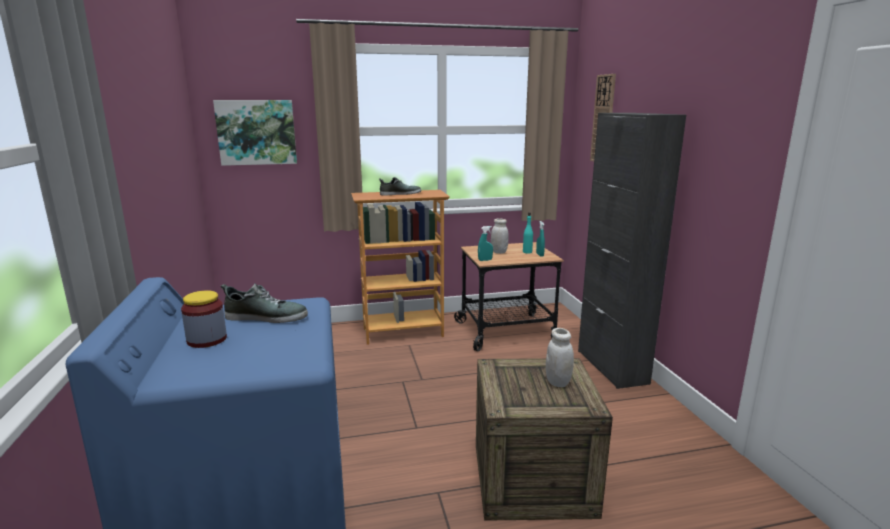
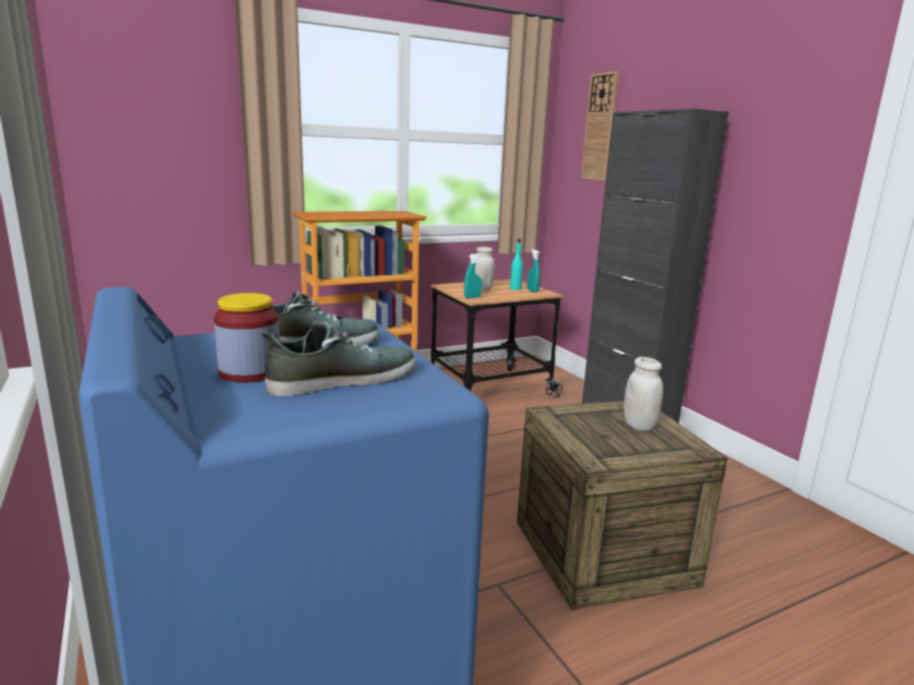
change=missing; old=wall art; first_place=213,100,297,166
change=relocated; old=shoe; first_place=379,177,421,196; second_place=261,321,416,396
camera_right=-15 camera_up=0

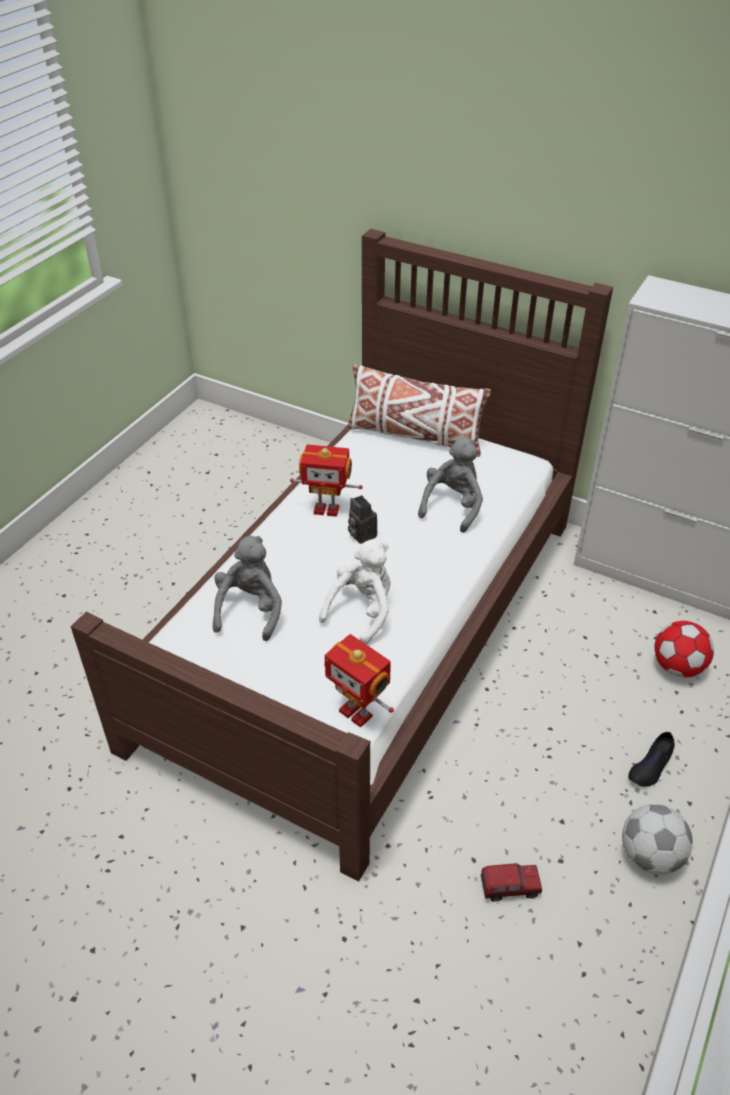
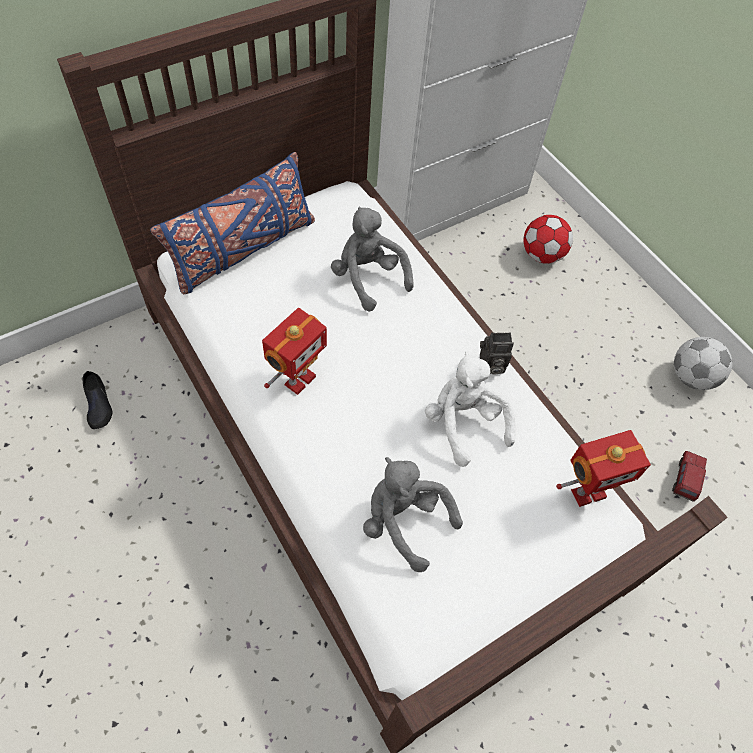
change=colour; old=whitish pillow; new=blue pillow; first_place=348,364,491,457; second_place=150,152,315,294
change=relocated; old=still camera; first_place=348,495,377,544; second_place=480,333,514,374
change=relocated; old=black-coloured shoe; first_place=628,732,675,787; second_place=83,371,112,429
camera_right=-65 camera_up=15

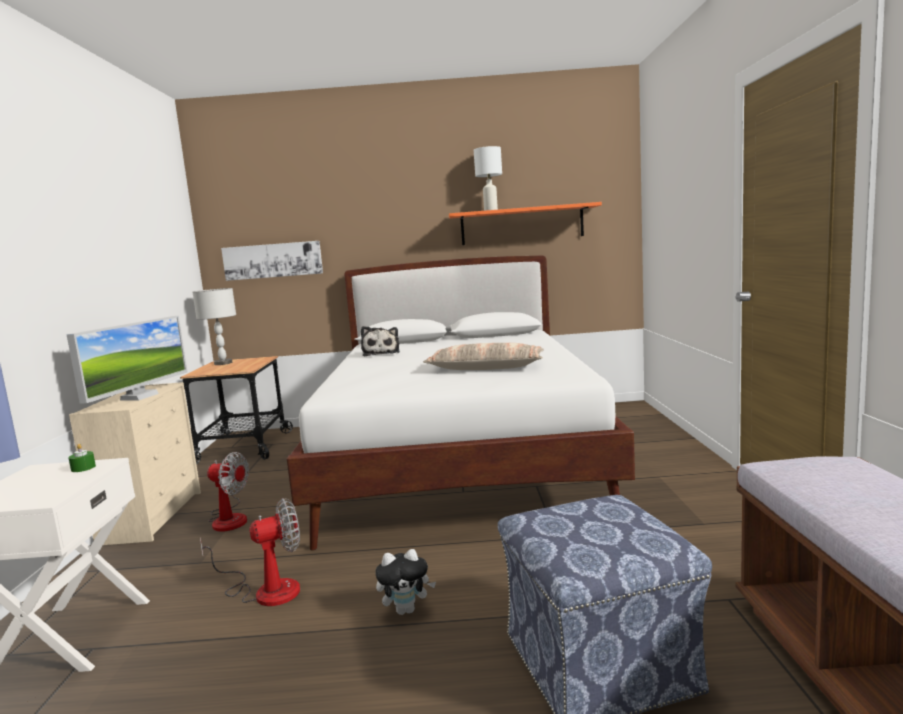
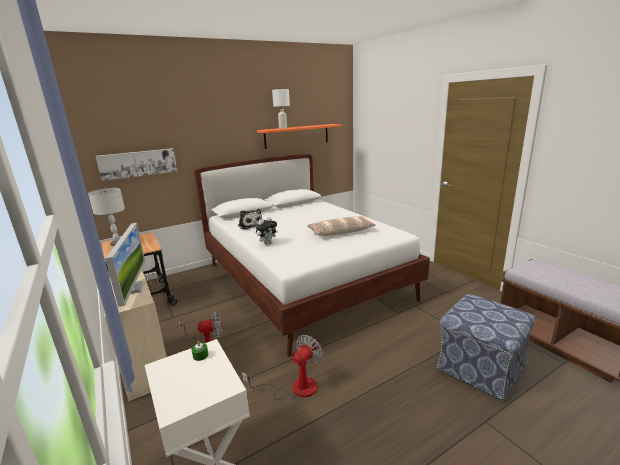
change=relocated; old=soft toy; first_place=375,549,436,615; second_place=256,217,278,245
camera_right=-30 camera_up=10

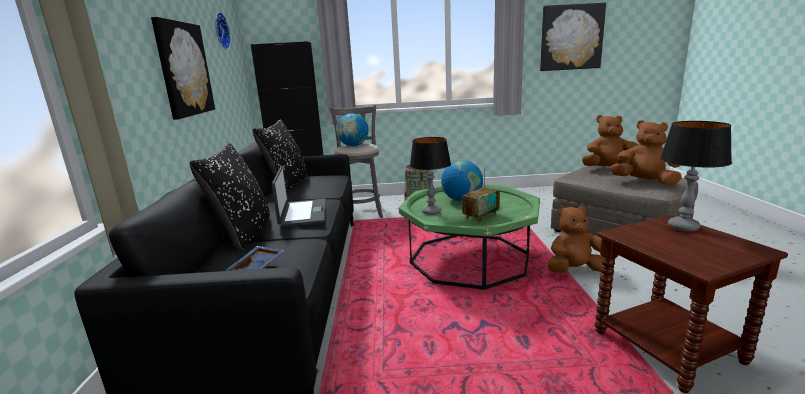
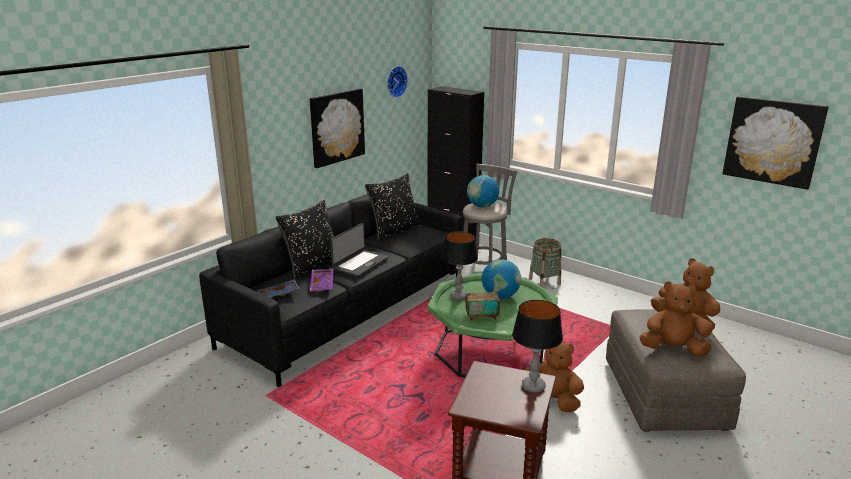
change=spun; old=brownish soft toy; first_place=610,120,682,185; second_place=639,281,713,357; degrees=-60
change=appeared; new=purplish serving tray; second_place=310,269,334,292
camera_right=40 camera_up=5

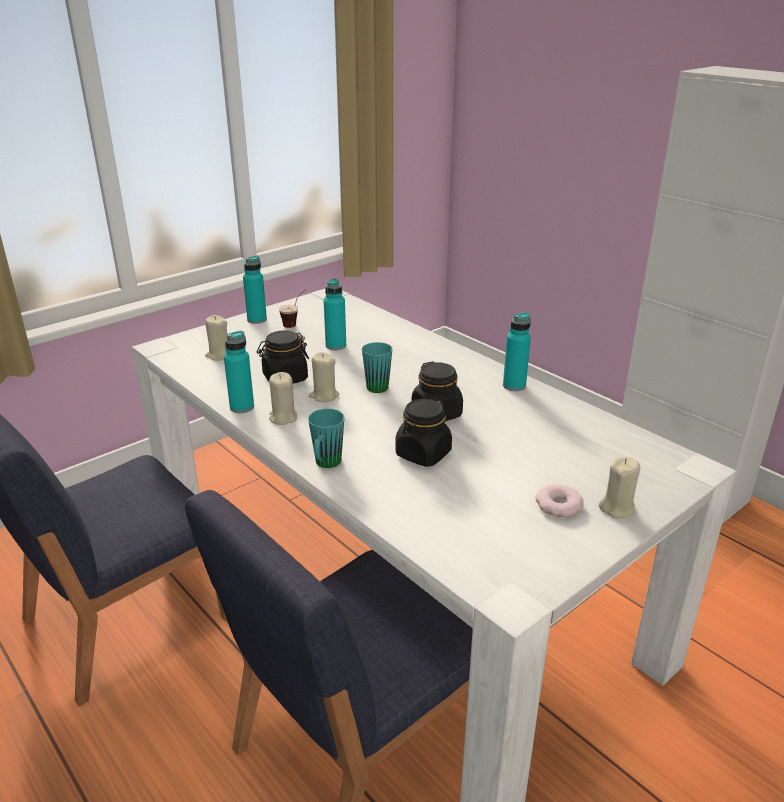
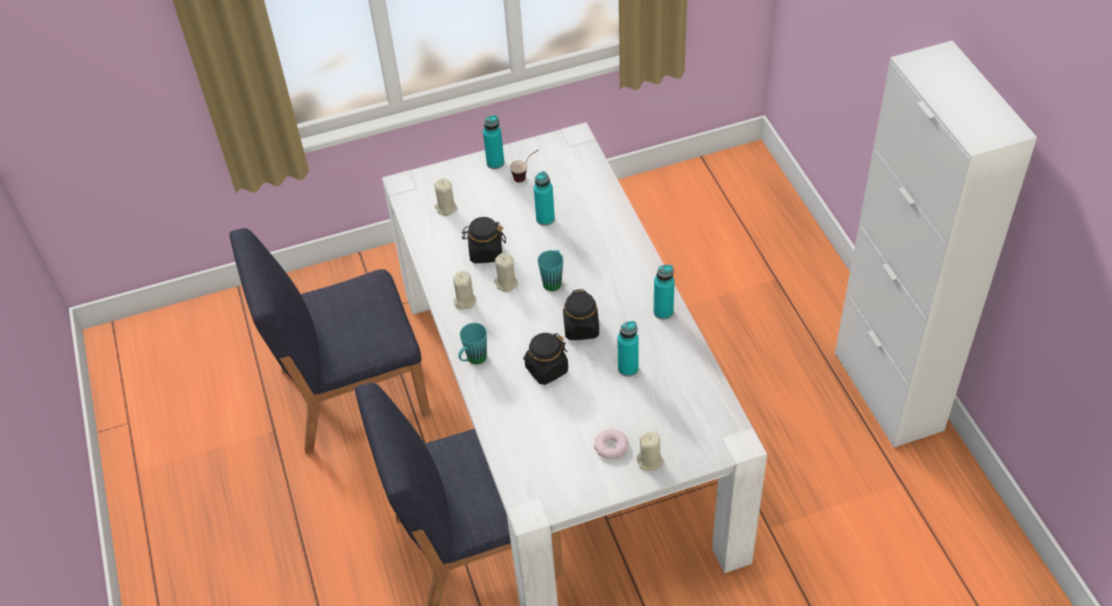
change=relocated; old=turquoise drink bottle; first_place=224,331,254,413; second_place=617,321,639,377
camera_right=25 camera_up=20

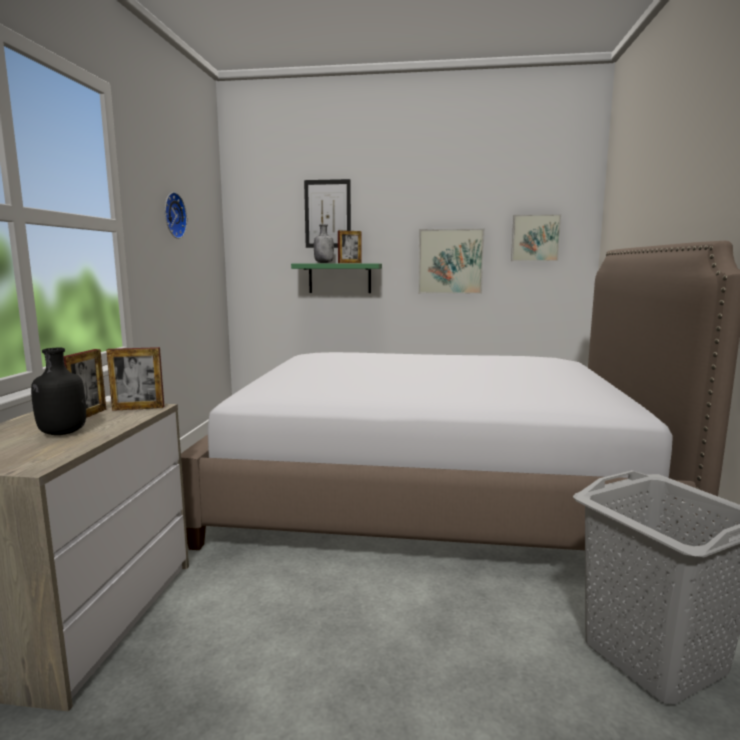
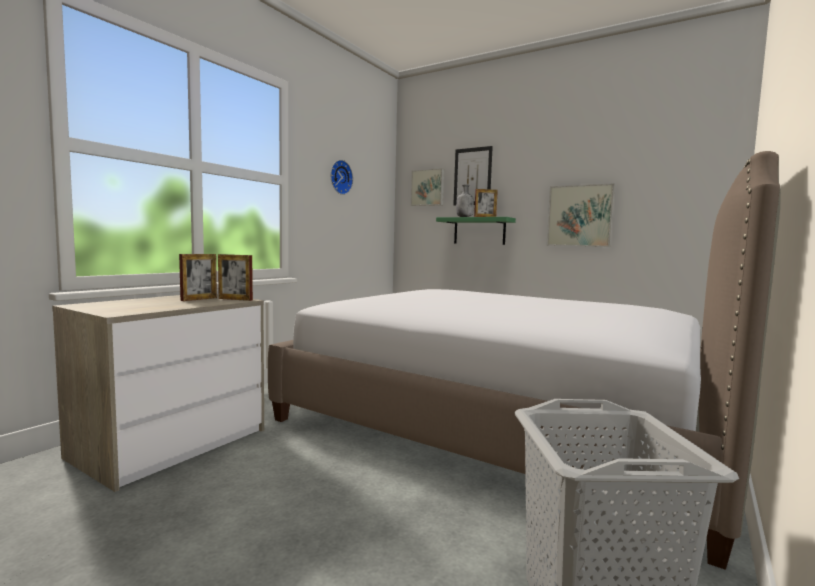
change=relocated; old=wall art; first_place=511,214,561,261; second_place=411,168,444,206
change=missing; old=black-coloured drink bottle; first_place=31,348,86,435
camera_right=25 camera_up=-5

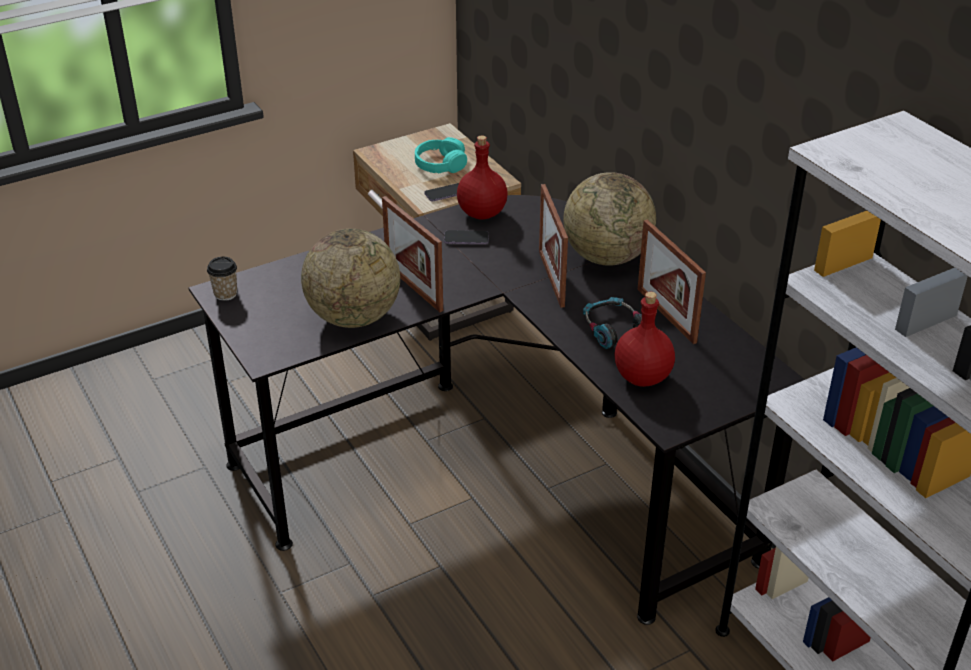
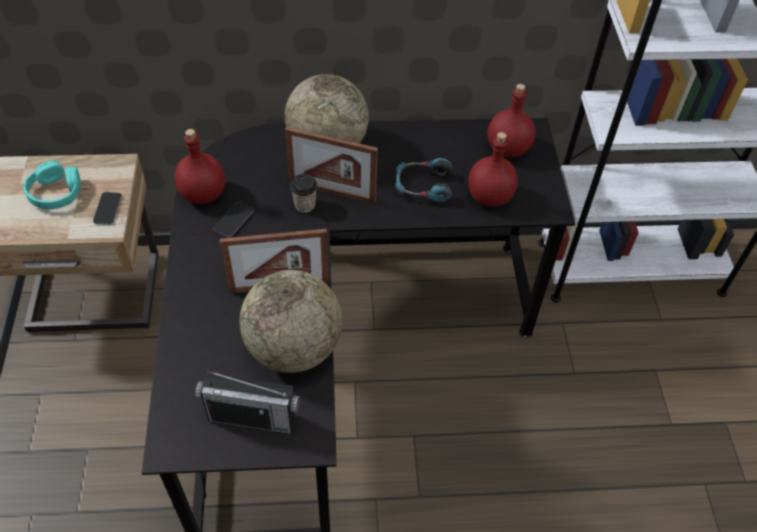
change=missing; old=standing frame; first_place=638,219,706,344
change=relocated; old=small cup; first_place=207,257,237,301; second_place=290,174,318,213
change=appeared; new=red-coloured drink bottle; second_place=487,84,536,157
change=appeared; new=radio set; second_place=195,371,300,434
camera_right=-65 camera_up=15

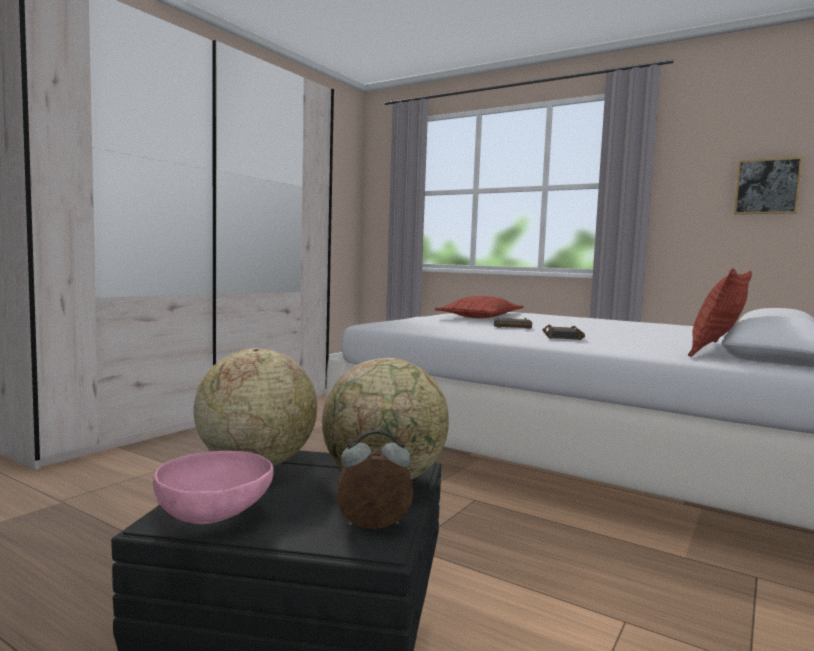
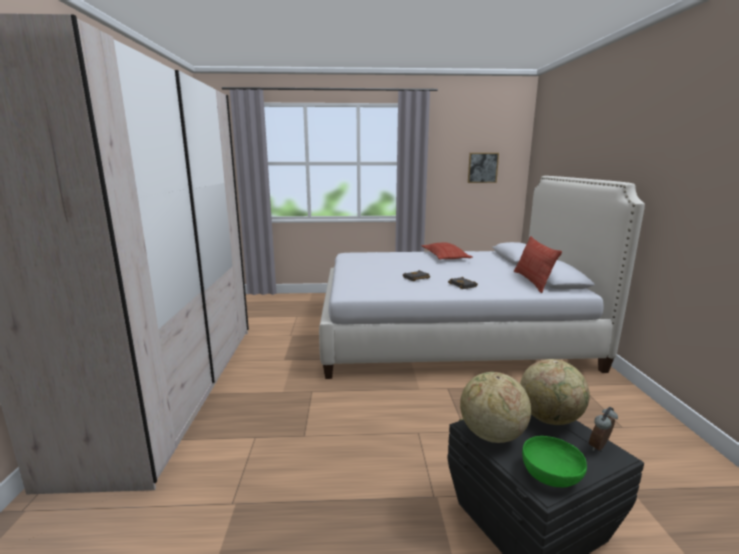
change=relocated; old=pillow; first_place=435,296,524,318; second_place=422,242,473,259
change=colour; old=pink bowl; new=green-coloured bowl; first_place=153,451,274,525; second_place=522,436,587,487
camera_right=-35 camera_up=10

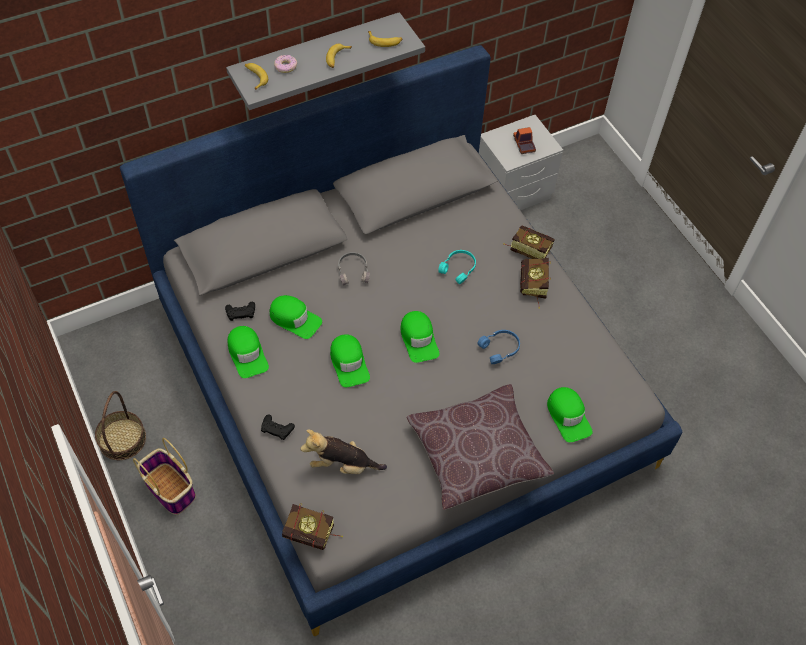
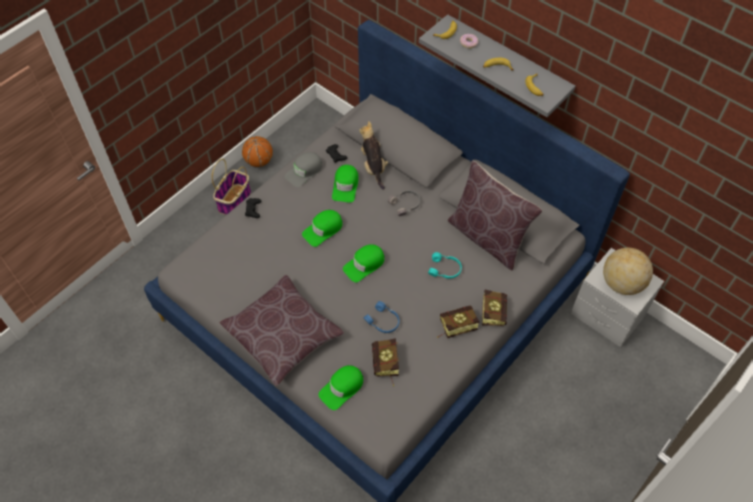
change=exchanged; old=toy lorry; new=desk globe; first_place=513,127,536,154; second_place=603,248,653,295
change=colour; old=green-coloured cap; new=grey cap; first_place=227,326,269,378; second_place=285,152,322,187
change=exchanged; old=household basket; new=ball for basketball; first_place=95,391,146,460; second_place=242,136,273,167
change=relocated; old=soft toy; first_place=300,429,387,474; second_place=359,121,388,190
change=relocated; old=volume; first_place=282,503,343,550; second_place=372,338,399,386
change=appeared; new=brownish pillow; second_place=448,160,542,271
camera_right=70 camera_up=0

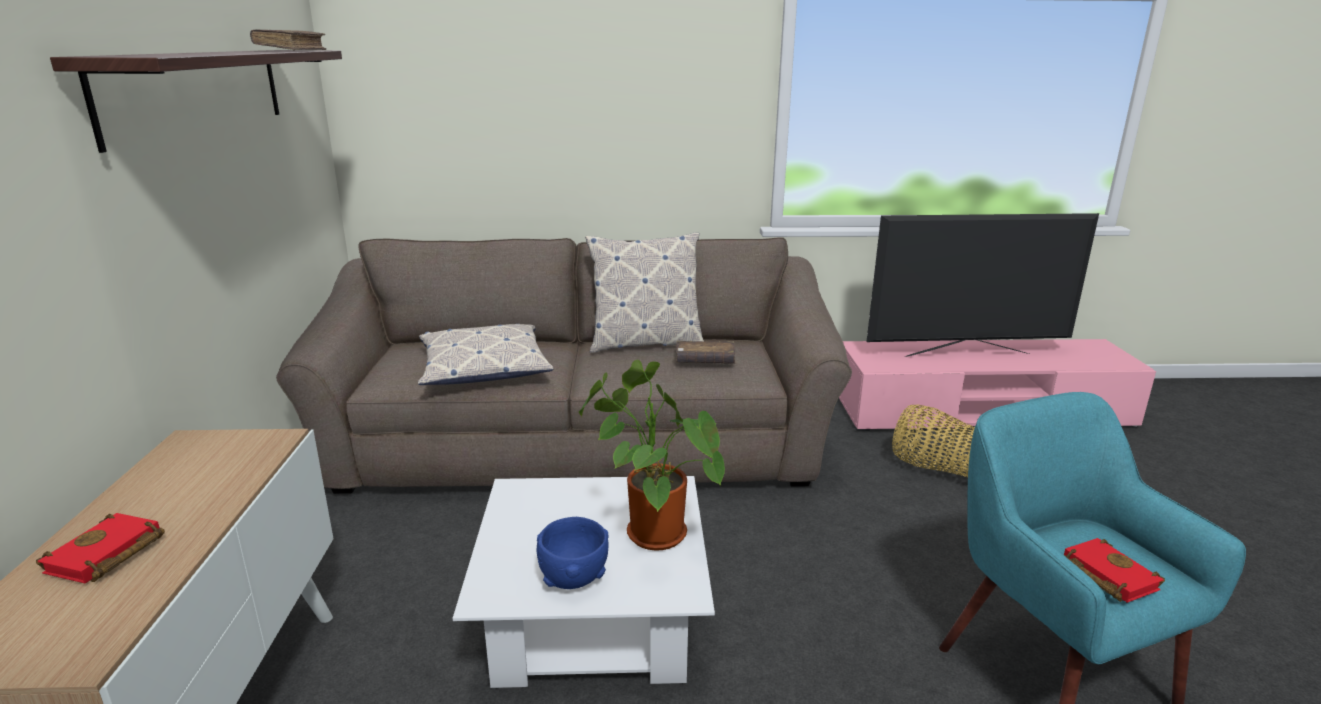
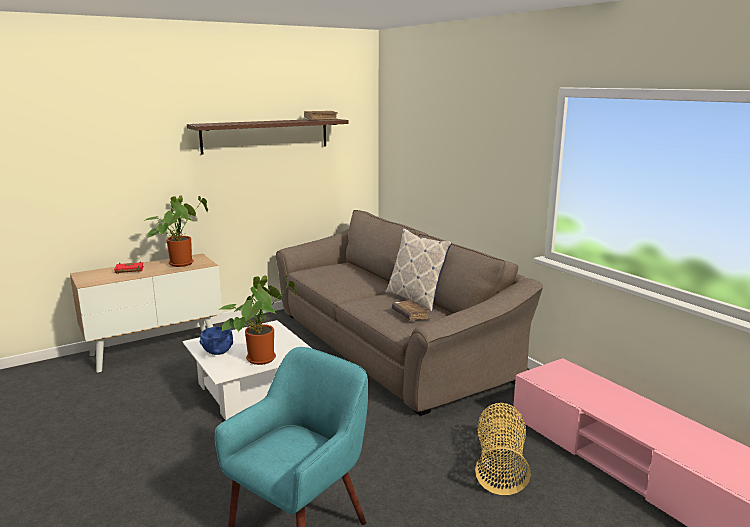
change=missing; old=TV; first_place=866,213,1099,357
change=missing; old=pillow; first_place=418,324,553,385
change=missing; old=red-coloured volume; first_place=1064,538,1165,603
change=appeared; new=houseplant; second_place=143,195,209,267
camera_right=60 camera_up=-5

